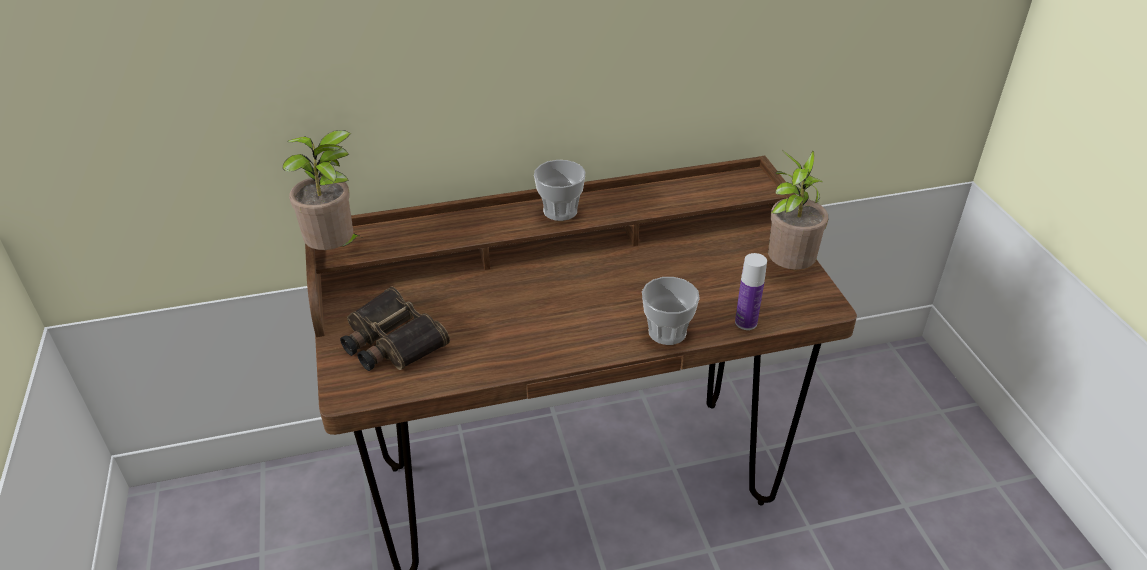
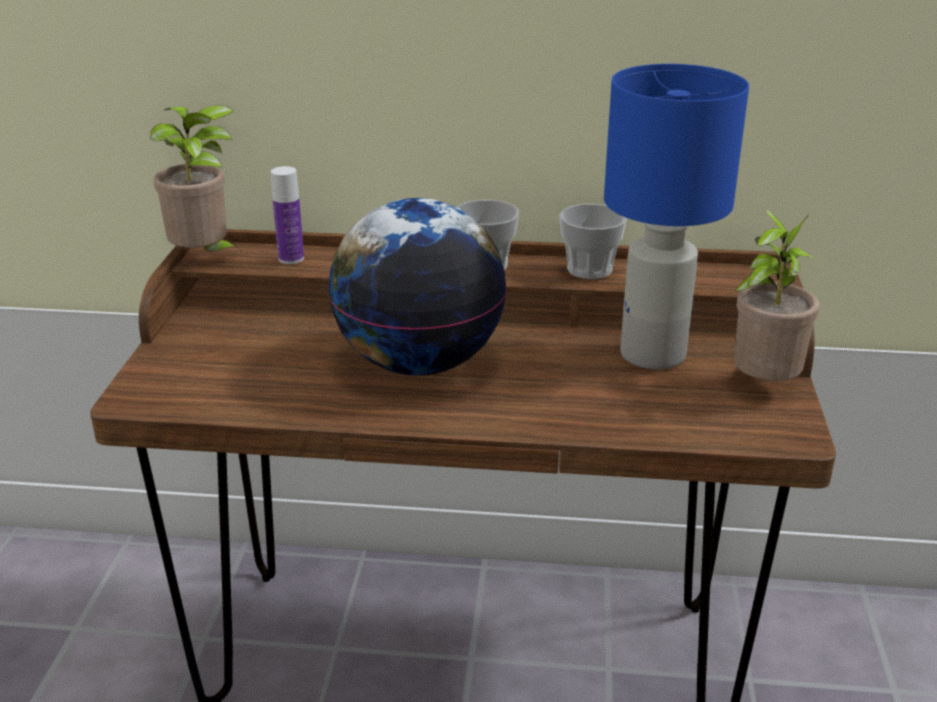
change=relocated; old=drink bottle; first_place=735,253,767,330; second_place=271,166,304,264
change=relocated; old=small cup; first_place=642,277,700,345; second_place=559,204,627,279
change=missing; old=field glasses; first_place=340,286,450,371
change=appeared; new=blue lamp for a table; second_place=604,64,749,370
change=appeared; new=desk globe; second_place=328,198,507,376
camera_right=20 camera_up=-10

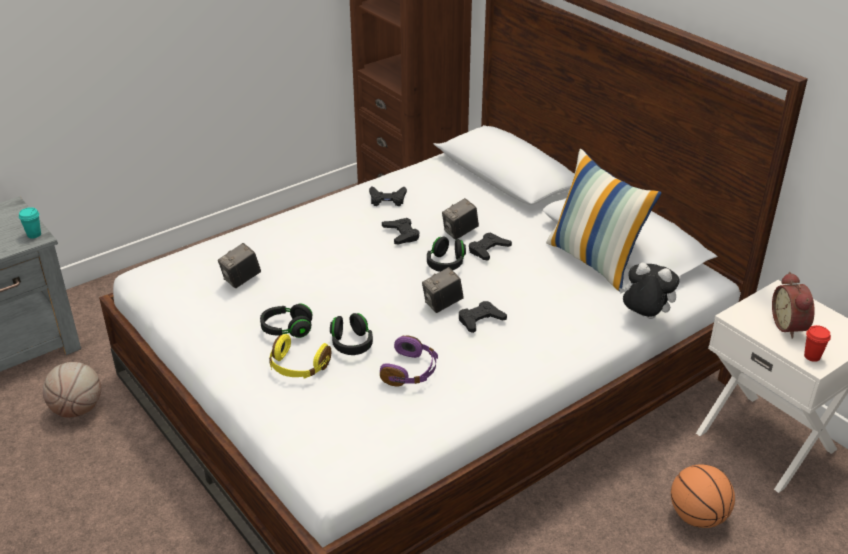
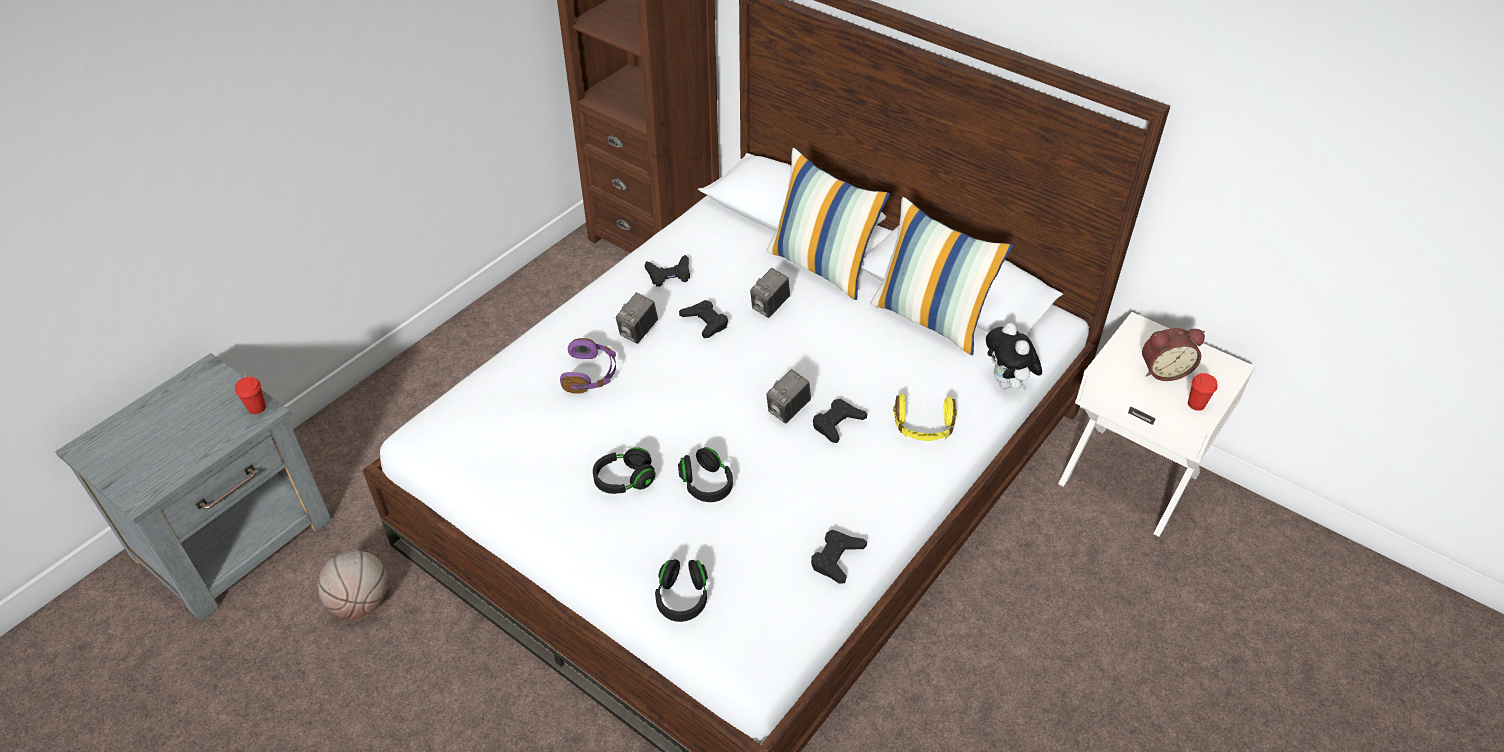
change=colour; old=turquoise small cup; new=red-coloured small cup; first_place=19,207,41,238; second_place=235,377,266,414
change=relocated; old=black-coloured game controller; first_place=469,233,512,260; second_place=811,530,867,584
change=relocated; old=black-coloured headset; first_place=427,237,466,272; second_place=655,559,708,622
change=relocated; old=still camera; first_place=218,243,261,288; second_place=616,292,658,344
change=spun; old=soft toy; first_place=619,263,680,319; second_place=986,323,1042,391; degrees=-120
change=spun; old=table clock; first_place=772,272,815,339; second_place=1142,328,1205,381; degrees=-75
change=relocated; old=yellowish headset; first_place=269,334,331,378; second_place=893,394,957,441
change=relocated; old=purplish headset; first_place=380,335,438,387; second_place=560,338,616,394
change=missing; old=ball for basketball; first_place=671,464,735,528
change=appeared; new=pillow; second_place=766,148,890,300
camera_right=-15 camera_up=10

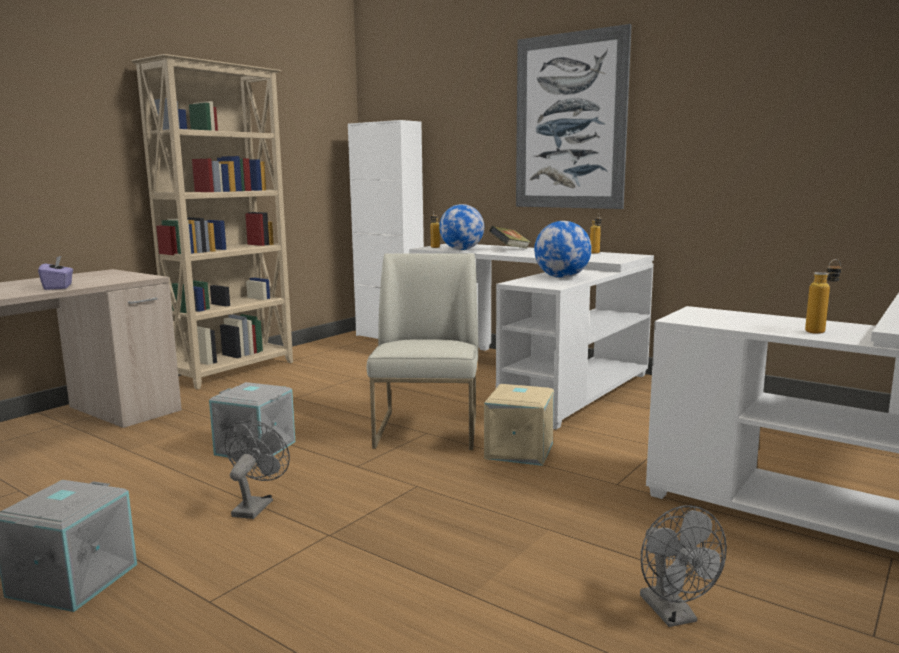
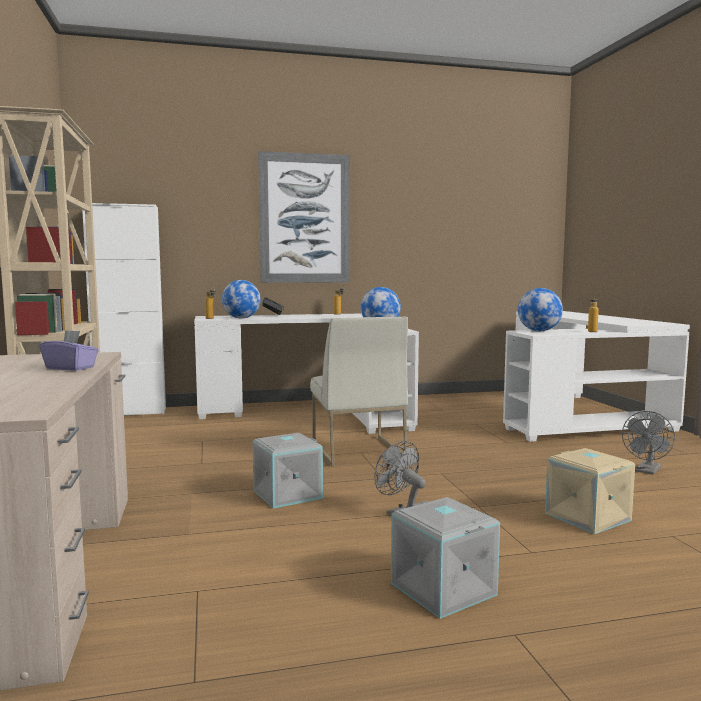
change=spun; old=whitish chair; first_place=367,253,478,450; second_place=310,316,408,467; degrees=-150
change=relocated; old=beige-coloured storage container; first_place=484,384,554,466; second_place=545,448,635,534
change=spun; old=grey fan; first_place=640,505,727,627; second_place=622,411,675,475; degrees=105
change=appeared; new=desk globe; second_place=518,288,563,331
camera_right=-50 camera_up=-5

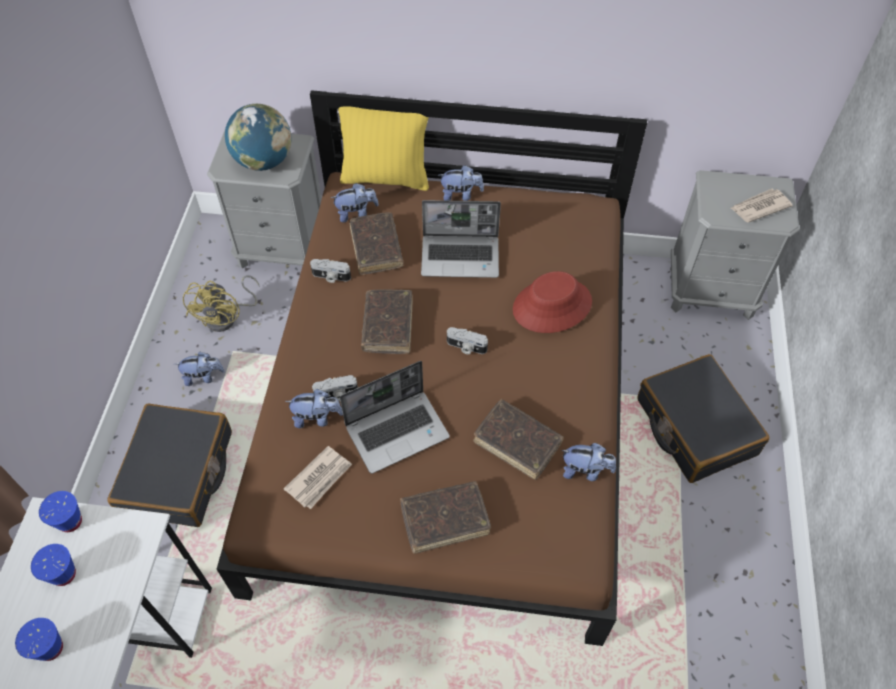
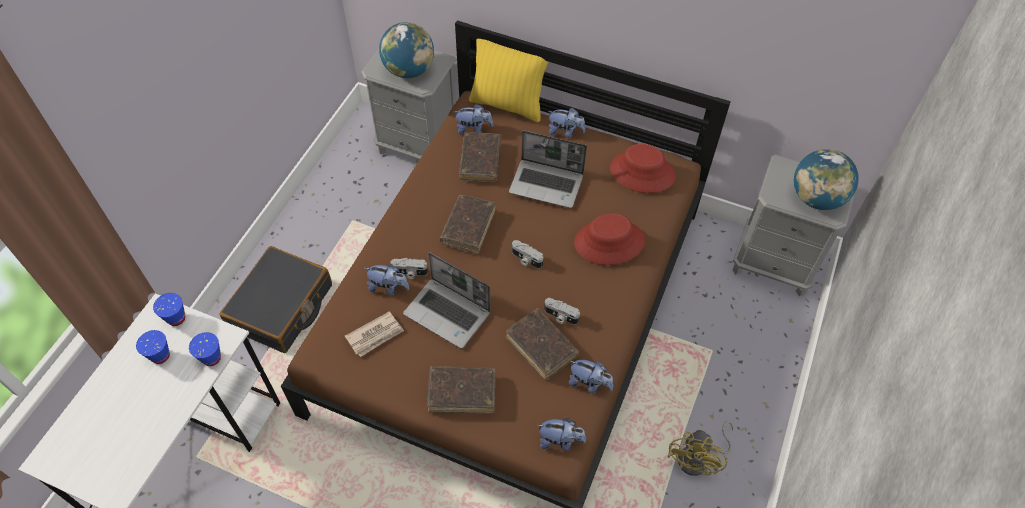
change=exchanged; old=daily paper; new=desk globe; first_place=731,188,793,223; second_place=794,149,859,210
change=relocated; old=still camera; first_place=310,259,351,283; second_place=544,298,580,325
change=relocated; old=yellowish fan; first_place=183,275,259,332; second_place=668,421,734,476
change=relocated; old=soft toy; first_place=174,351,225,386; second_place=537,418,586,451
change=missing; old=black-coloured suitcase; first_place=637,354,770,483
change=spun; old=portable computer; first_place=340,361,450,474; second_place=403,252,491,349; degrees=45
change=relocated; old=blue small cup; first_place=15,618,63,661; second_place=189,332,221,366
change=appeared; new=red-coloured wearable hat; second_place=610,144,676,193
camera_right=15 camera_up=0

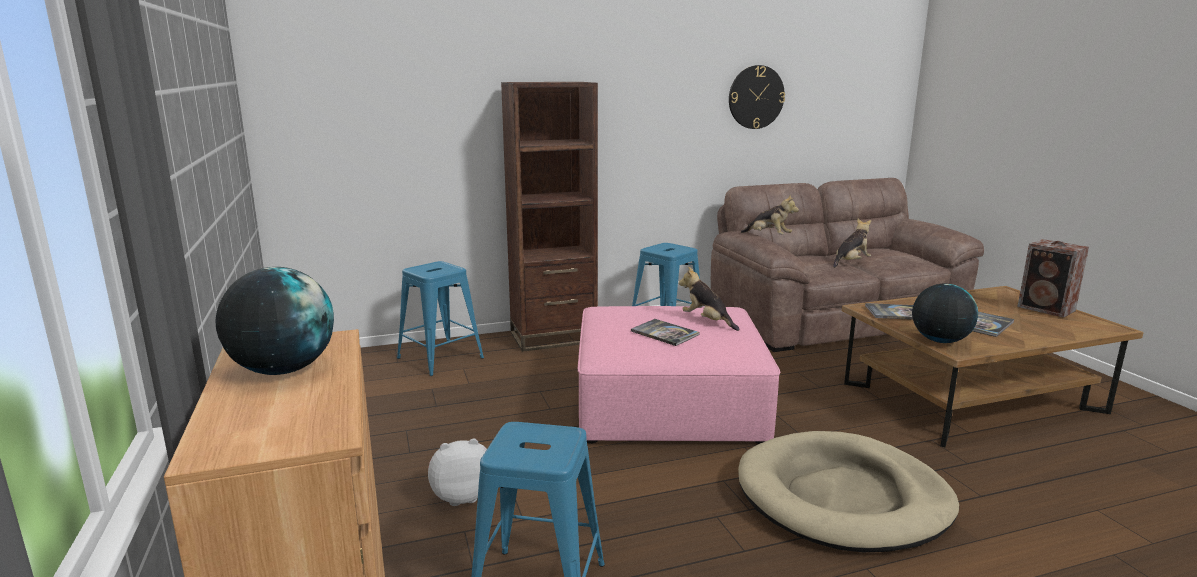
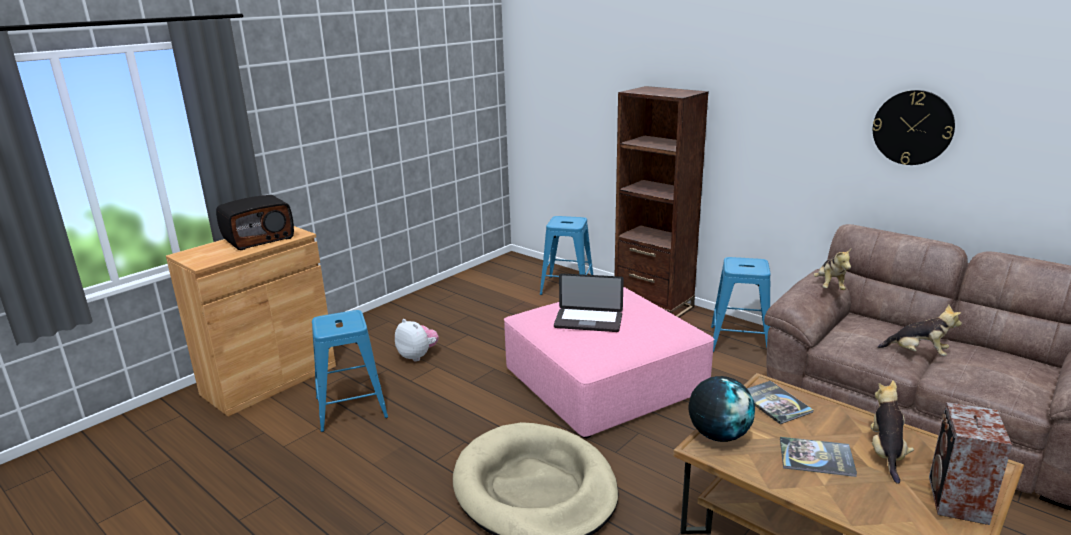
change=exchanged; old=desk globe; new=radio set; first_place=215,267,334,375; second_place=216,195,294,250
change=relocated; old=soft toy; first_place=679,267,740,331; second_place=871,380,914,484
change=exchanged; old=volume; new=portable computer; first_place=631,319,700,346; second_place=554,273,624,332
camera_right=60 camera_up=5

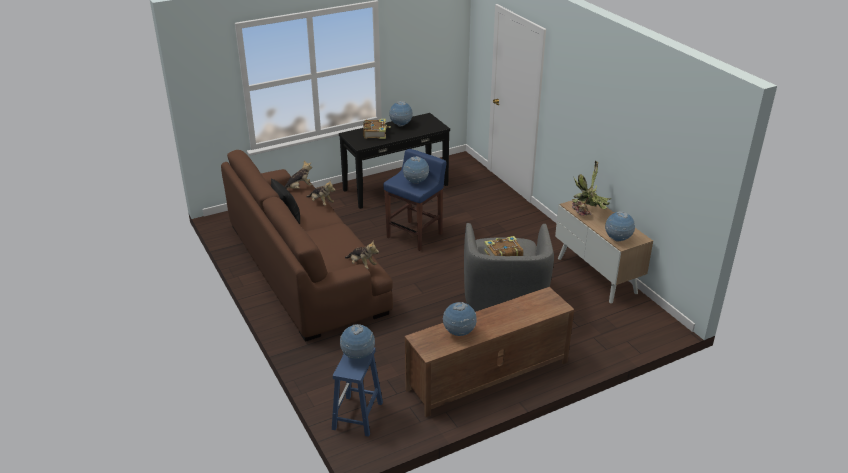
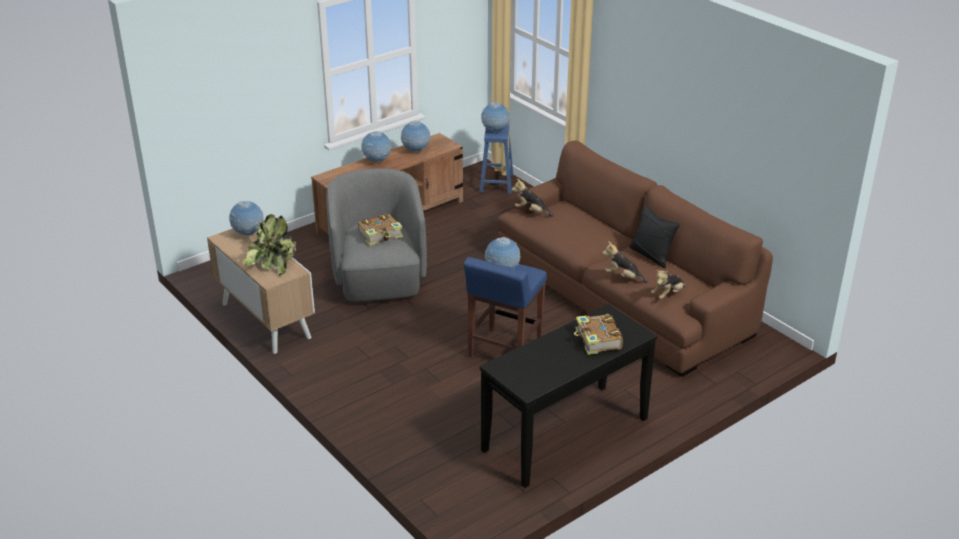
change=relocated; old=desk globe; first_place=389,101,413,127; second_place=361,131,391,162
camera_right=170 camera_up=0

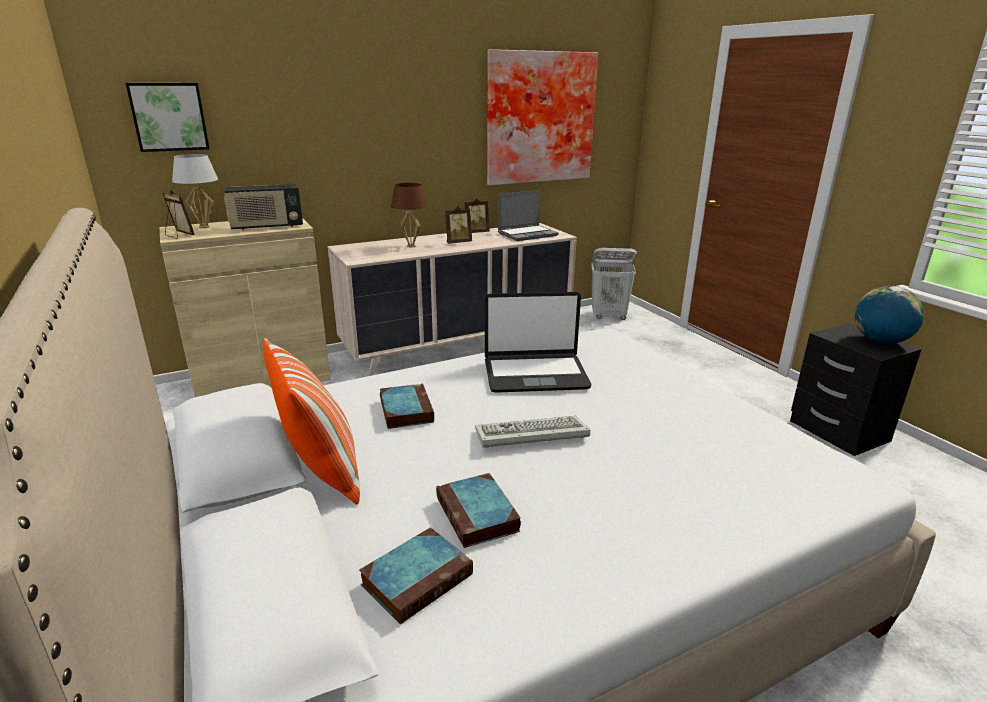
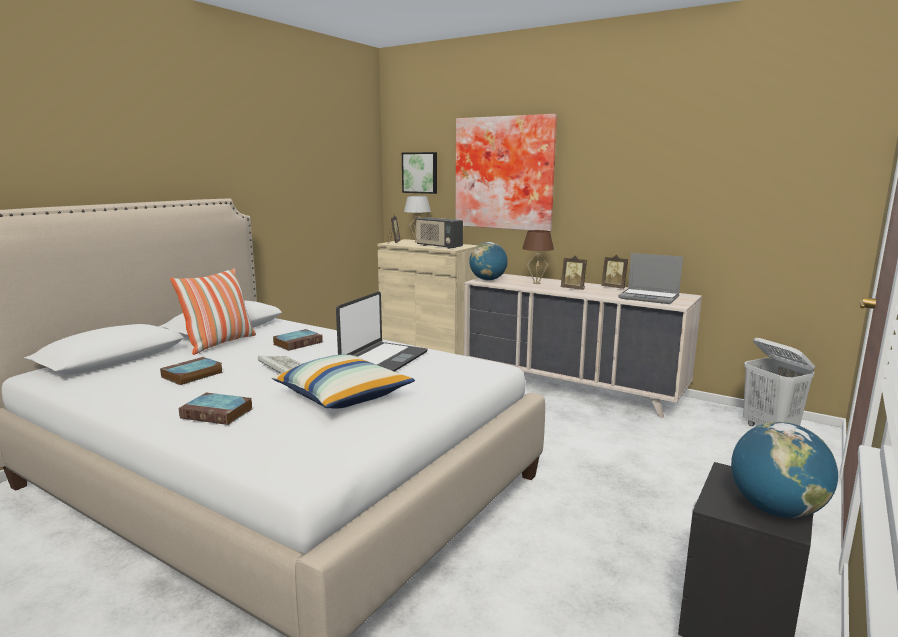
change=relocated; old=wall art; first_place=487,49,598,185; second_place=455,114,557,231
change=spun; old=portable computer; first_place=485,292,592,393; second_place=336,291,428,372; degrees=-120
change=relocated; old=volume; first_place=359,527,473,624; second_place=179,393,252,425
change=appeared; new=desk globe; second_place=469,242,508,280
change=appeared; new=pillow; second_place=272,354,415,409
camera_right=60 camera_up=-10

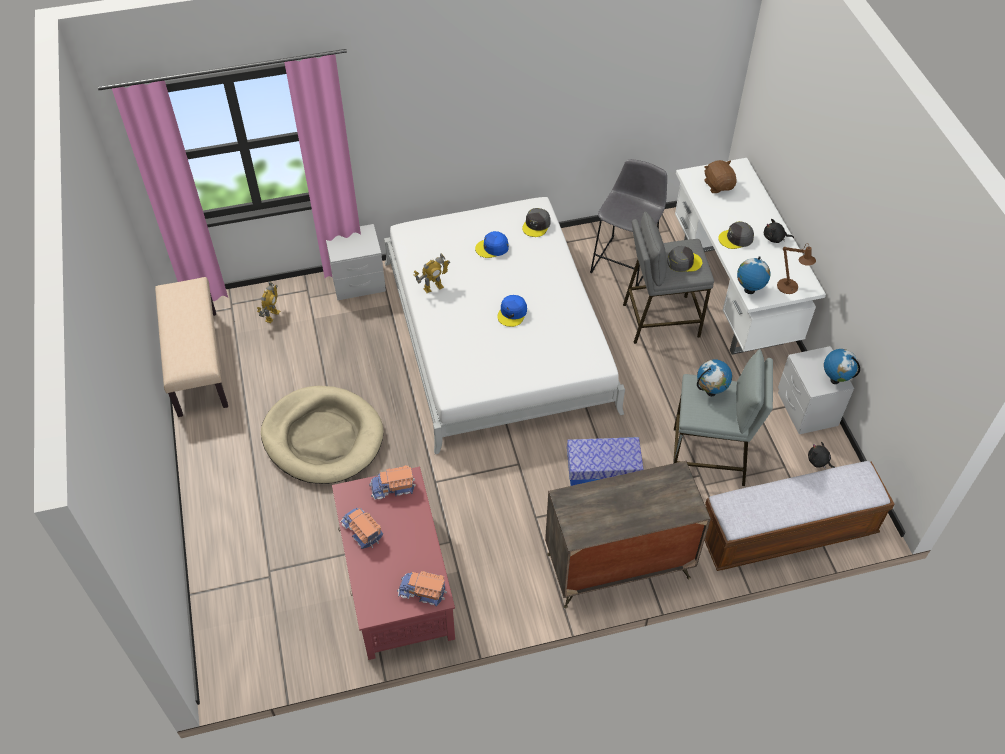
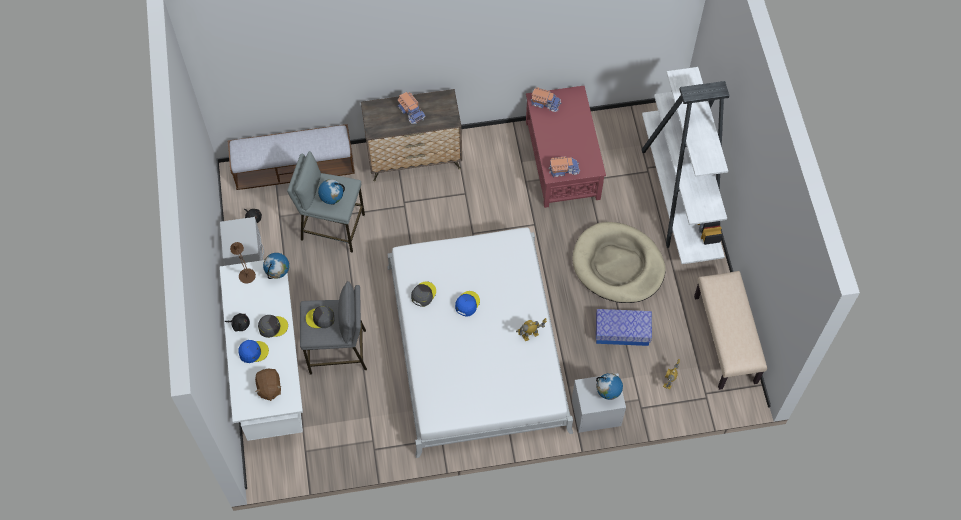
change=missing; old=grey stool; first_place=590,159,667,286
change=relocated; old=grey cap; first_place=522,208,550,237; second_place=411,281,436,307
change=relocated; old=blue cap; first_place=475,231,509,258; second_place=238,340,269,363
change=relocated; old=desk globe; first_place=824,349,860,384; second_place=596,373,623,400
change=relocated; old=storage container; first_place=567,437,644,486; second_place=596,309,652,346
change=relocated; old=toy lorry; first_place=340,508,383,549; second_place=397,92,425,124
change=appeared; new=whitish shelving unit; second_place=642,67,729,264
camera_right=-175 camera_up=10

